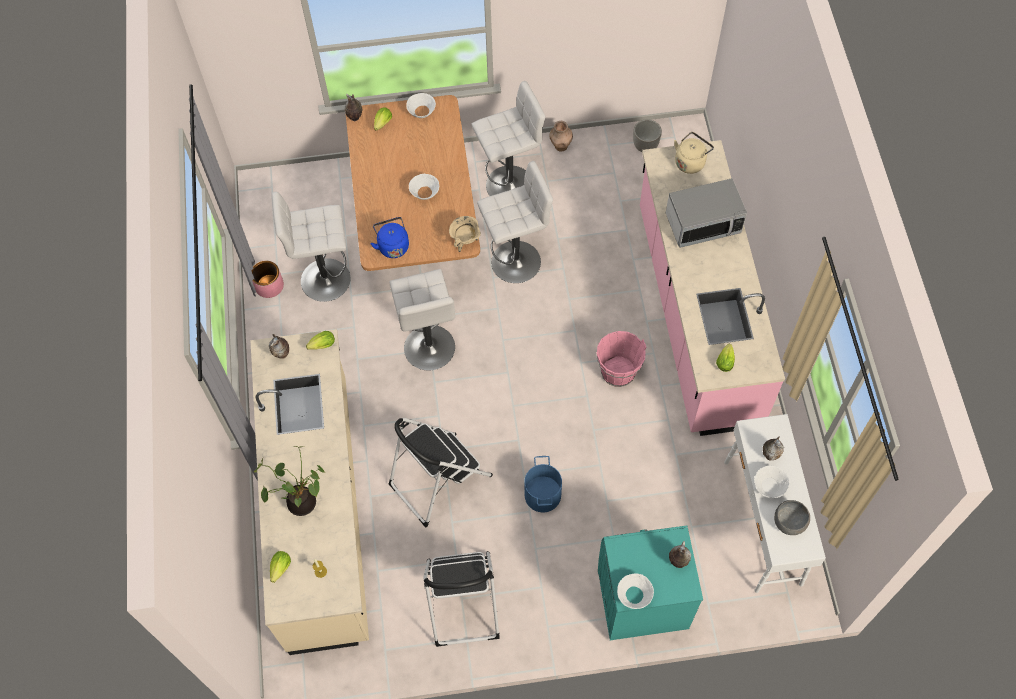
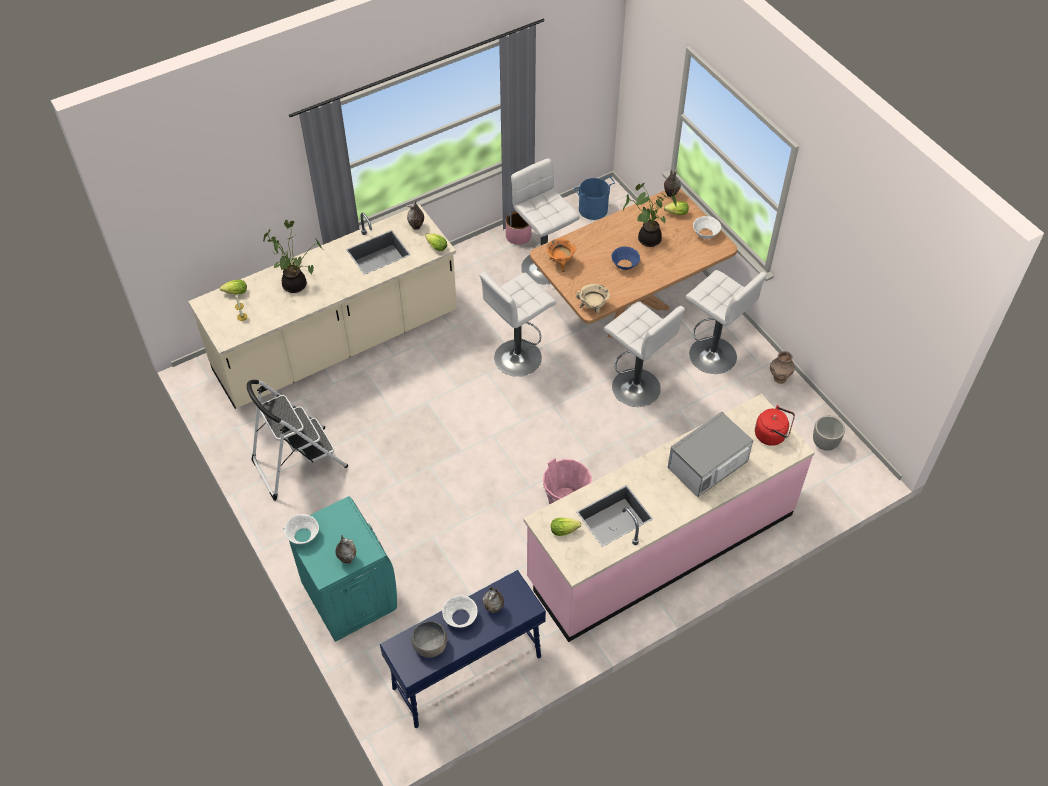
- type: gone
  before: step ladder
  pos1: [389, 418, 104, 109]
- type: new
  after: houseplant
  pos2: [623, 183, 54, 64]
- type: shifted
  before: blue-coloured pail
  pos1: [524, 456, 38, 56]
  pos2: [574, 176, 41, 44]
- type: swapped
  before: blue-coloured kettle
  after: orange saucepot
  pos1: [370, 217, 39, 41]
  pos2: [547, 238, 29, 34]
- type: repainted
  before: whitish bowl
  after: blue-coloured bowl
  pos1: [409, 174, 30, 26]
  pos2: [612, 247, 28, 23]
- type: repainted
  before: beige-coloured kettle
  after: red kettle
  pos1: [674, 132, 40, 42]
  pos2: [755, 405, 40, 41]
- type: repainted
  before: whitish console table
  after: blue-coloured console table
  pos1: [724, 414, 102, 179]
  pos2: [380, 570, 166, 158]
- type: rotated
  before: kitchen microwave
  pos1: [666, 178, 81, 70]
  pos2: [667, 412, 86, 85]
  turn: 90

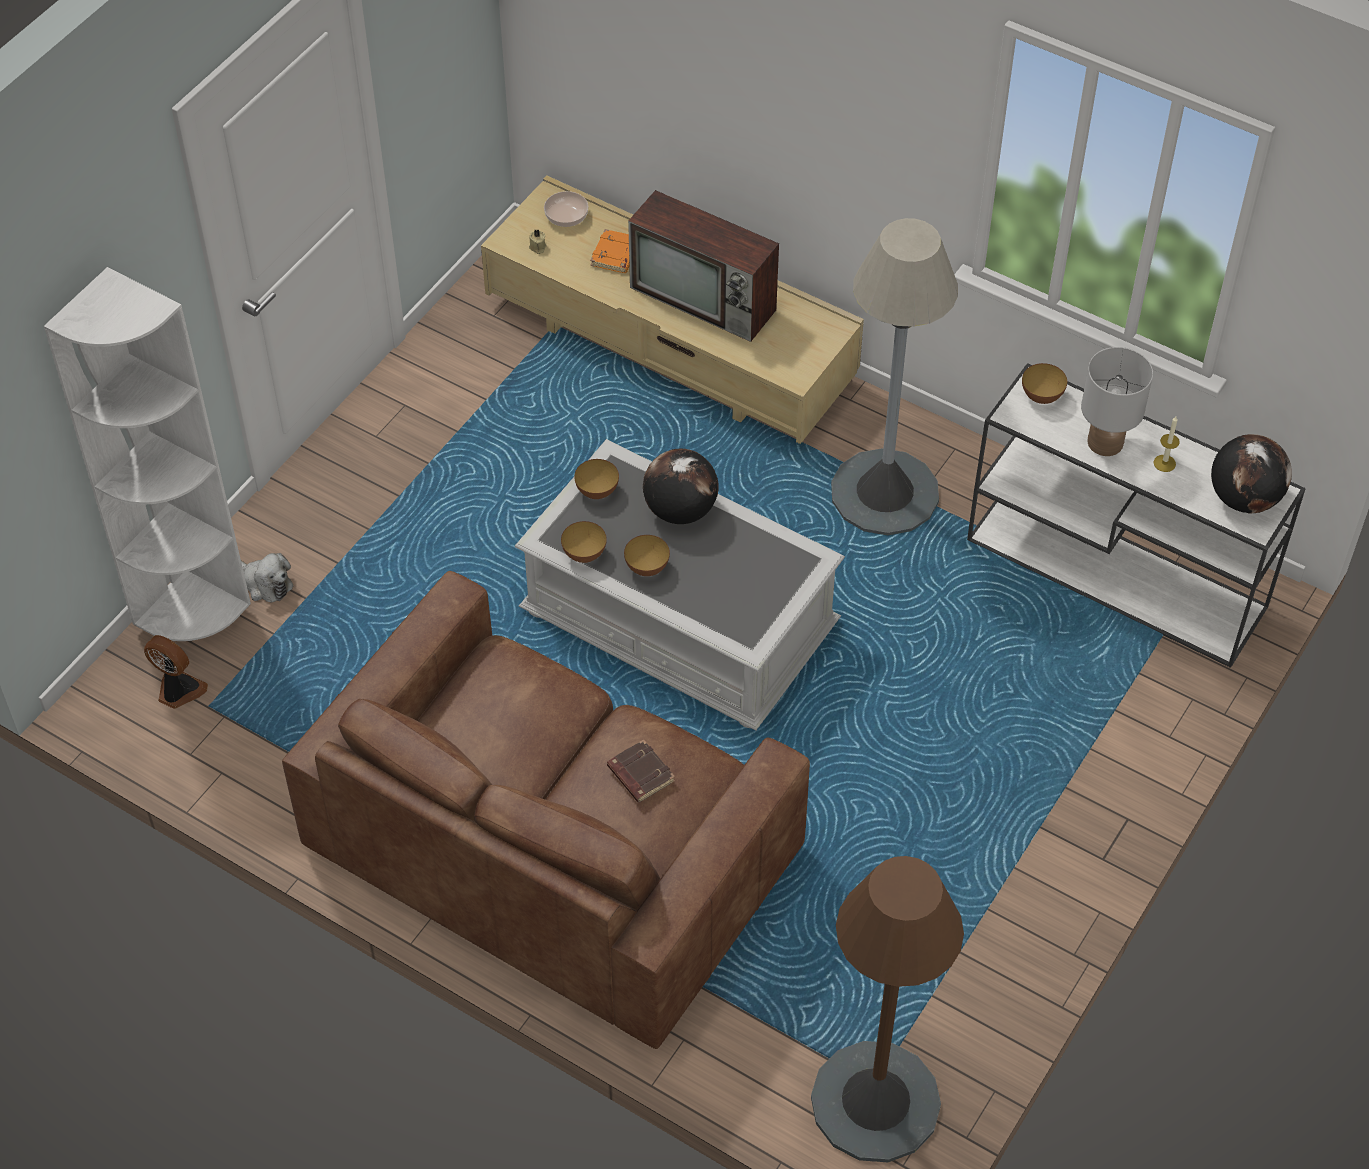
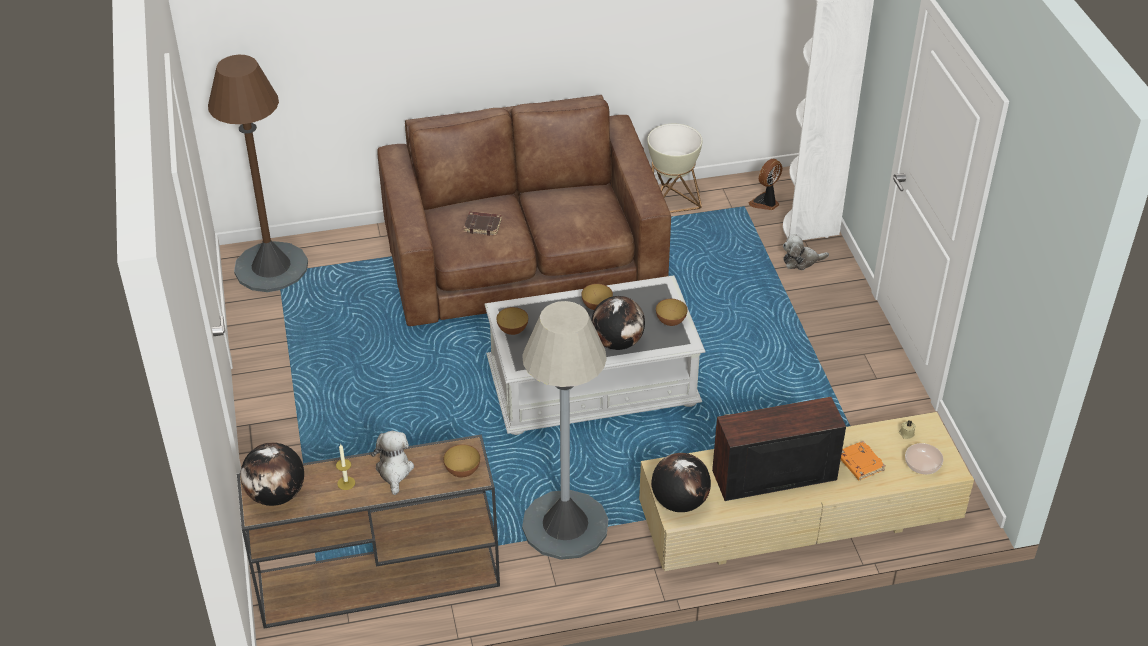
- type: new
  after: planter
  pos2: [647, 124, 56, 89]
- type: new
  after: desk globe
  pos2: [651, 453, 60, 59]
- type: shifted
  before: bowl
  pos1: [561, 521, 46, 42]
  pos2: [497, 307, 31, 28]
- type: swapped
  before: gray table lamp
  after: plush toy
  pos1: [1081, 347, 72, 109]
  pos2: [371, 431, 43, 64]
- type: repainted
  before: whitish console table
  after: brown-coloured console table
  pos1: [967, 363, 339, 305]
  pos2: [237, 434, 263, 194]
- type: rotated
  before: electric fan
  pos1: [144, 635, 64, 74]
  pos2: [749, 159, 33, 51]
  turn: 150

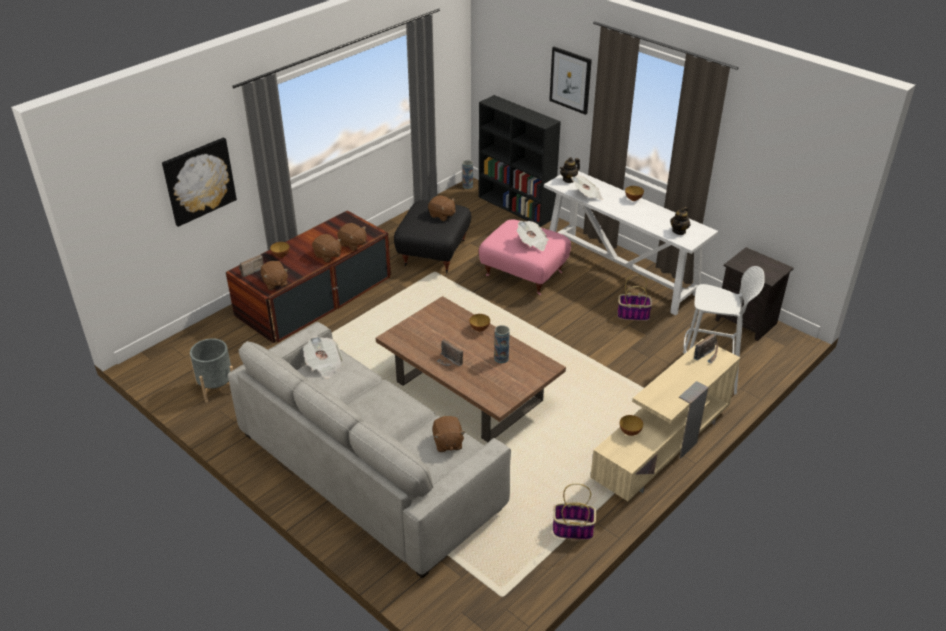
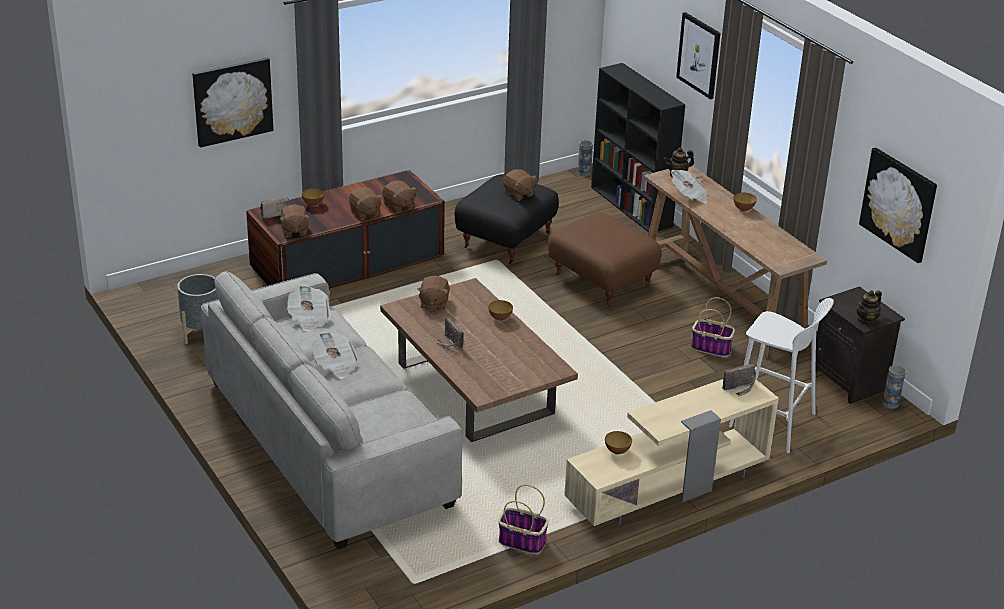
- type: new
  after: wall art
  pos2: [859, 148, 78, 115]
- type: shifted
  before: brown-coloured plush toy
  pos1: [432, 416, 34, 36]
  pos2: [417, 276, 32, 34]
- type: shifted
  before: decorative vase
  pos1: [494, 325, 16, 38]
  pos2: [882, 365, 24, 44]
- type: shifted
  before: newspaper
  pos1: [517, 221, 32, 30]
  pos2: [312, 331, 47, 48]
- type: shifted
  before: teapot
  pos1: [670, 207, 20, 28]
  pos2: [856, 290, 26, 36]
- type: repainted
  before: pink ottoman
  after: brown-coloured ottoman
  pos1: [479, 219, 92, 76]
  pos2: [548, 213, 114, 94]
- type: repainted
  before: whitish console table
  after: brown-coloured console table
  pos1: [544, 171, 174, 145]
  pos2: [644, 166, 183, 192]

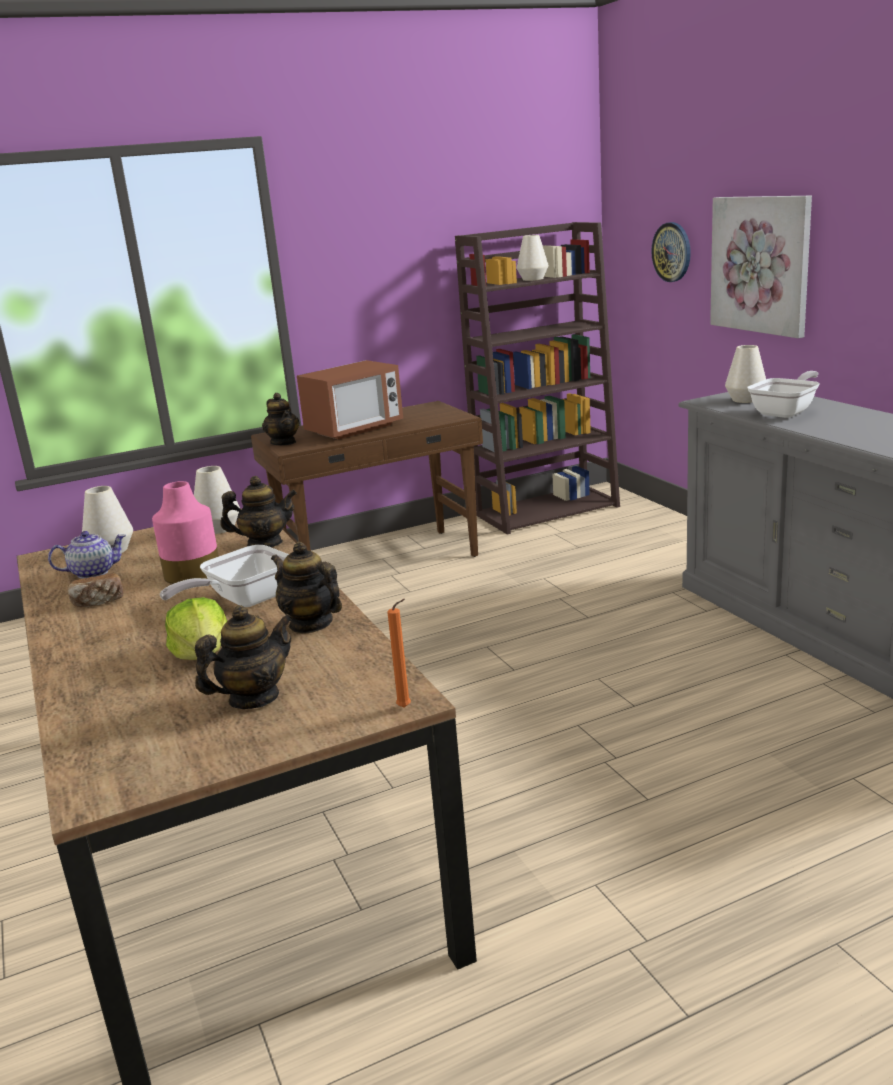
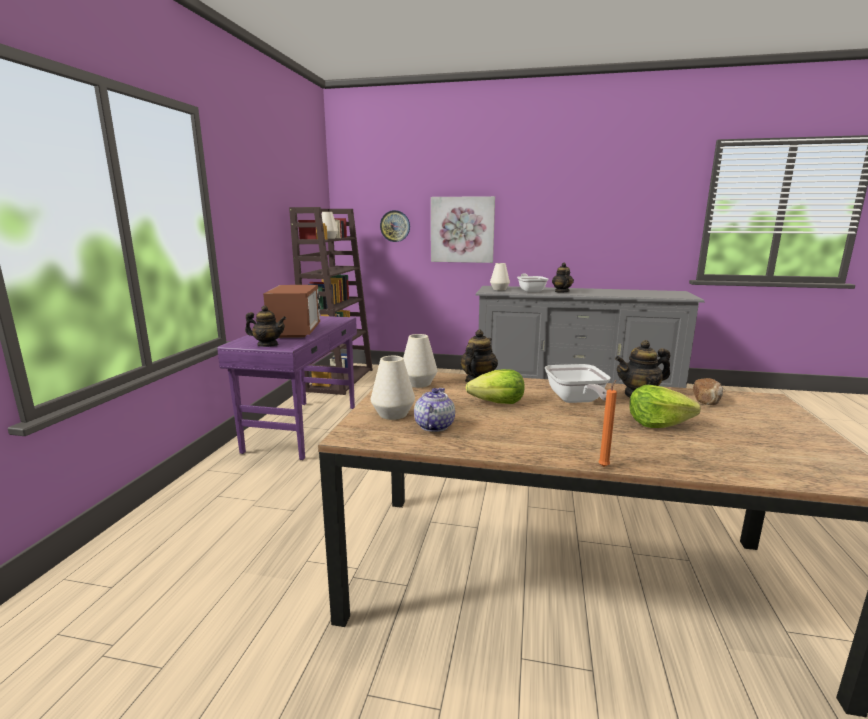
- type: shifted
  before: bakery bread
  pos1: [67, 573, 57, 34]
  pos2: [693, 378, 30, 27]
- type: shifted
  before: teapot
  pos1: [195, 605, 98, 104]
  pos2: [552, 263, 22, 30]
- type: shifted
  before: orange wax light
  pos1: [387, 599, 24, 109]
  pos2: [599, 380, 18, 87]
- type: swapped
  before: pink decorative vase
  after: head of lettuce
  pos1: [152, 481, 67, 103]
  pos2: [466, 369, 59, 35]
- type: repainted
  before: brown-coloured console table
  after: purple console table
  pos1: [251, 401, 232, 156]
  pos2: [217, 316, 140, 144]

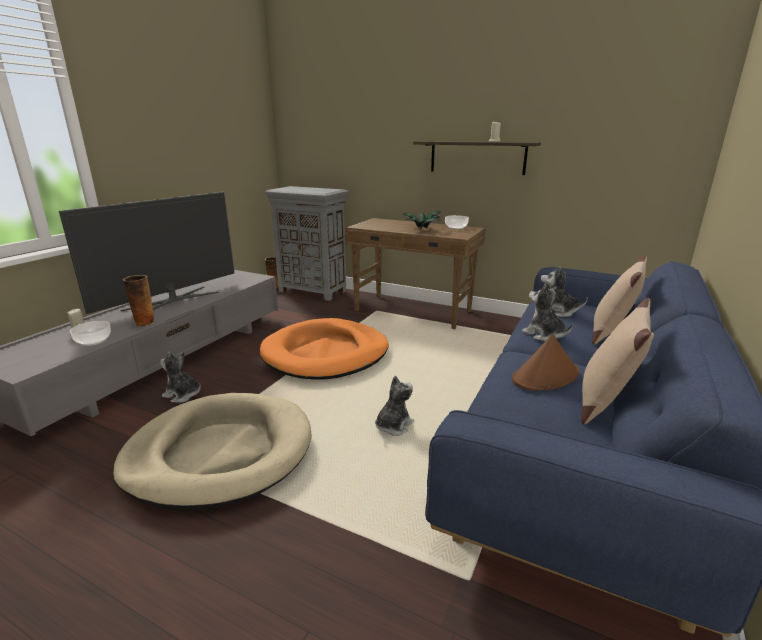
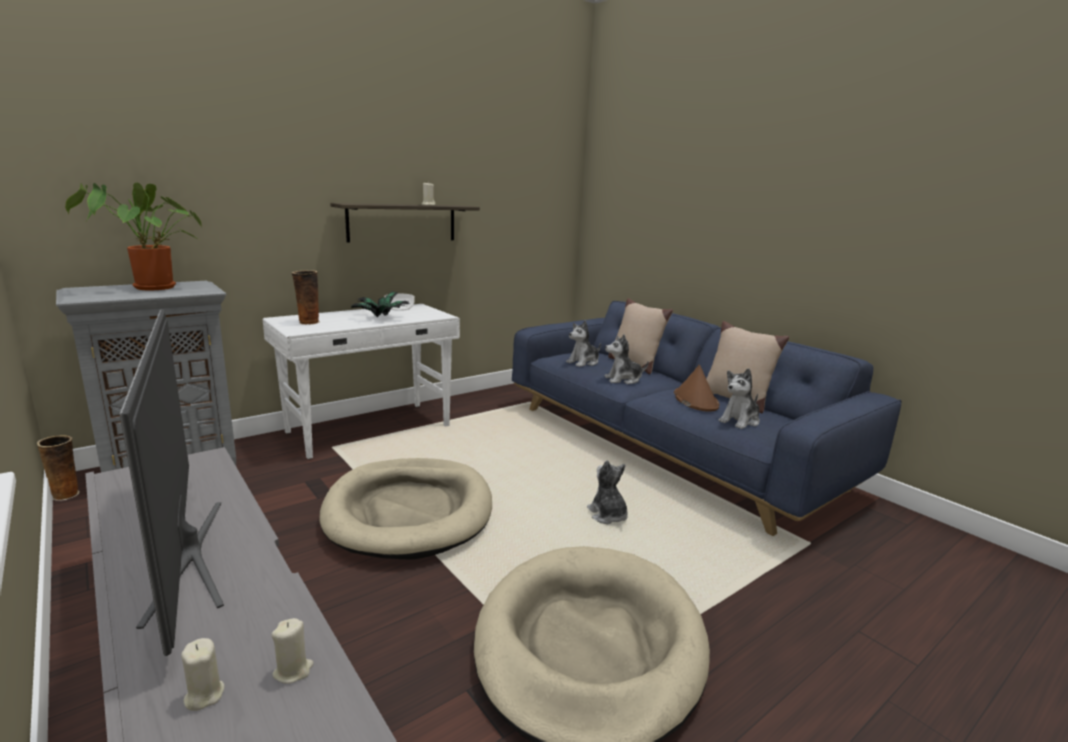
- type: new
  after: houseplant
  pos2: [65, 182, 137, 108]
- type: shifted
  before: decorative vase
  pos1: [123, 275, 32, 52]
  pos2: [292, 270, 28, 55]
- type: shifted
  before: plush toy
  pos1: [160, 350, 41, 53]
  pos2: [718, 368, 42, 61]
- type: swapped
  before: bowl
  after: beige-coloured wax light
  pos1: [70, 321, 41, 25]
  pos2: [271, 618, 43, 66]
- type: repainted
  before: orange dog bed
  after: beige-coloured dog bed
  pos1: [260, 318, 129, 62]
  pos2: [319, 458, 173, 102]
- type: repainted
  before: brown-coloured console table
  after: whitish console table
  pos1: [345, 218, 141, 111]
  pos2: [263, 304, 197, 155]

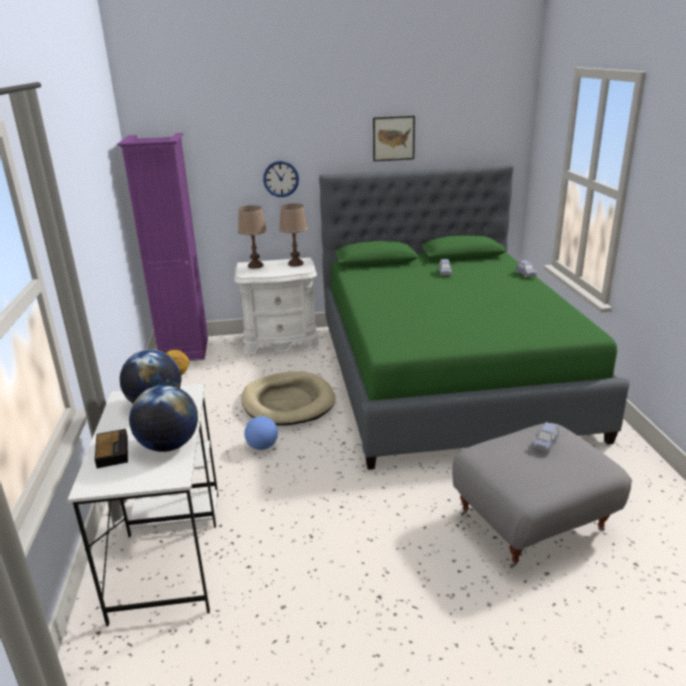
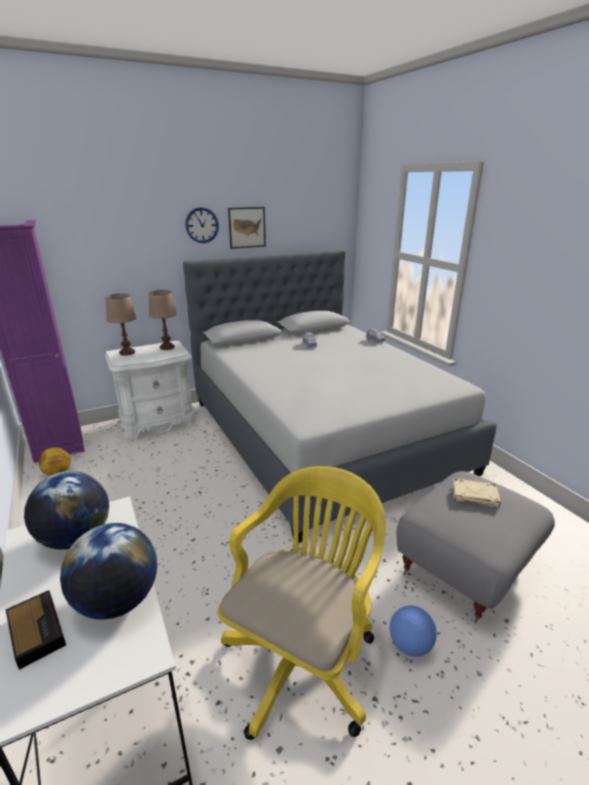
- type: gone
  before: beige-coloured dog bed
  pos1: [242, 371, 94, 55]
- type: new
  after: yellowish office chair
  pos2: [218, 466, 168, 274]
- type: shifted
  before: ball for football
  pos1: [244, 416, 34, 34]
  pos2: [390, 606, 47, 51]
- type: shifted
  before: clock on the wall
  pos1: [263, 161, 36, 36]
  pos2: [186, 207, 33, 36]
- type: swapped
  before: blue-coloured toy car
  after: beige-coloured book
  pos1: [533, 422, 26, 31]
  pos2: [453, 478, 47, 30]
- type: repainted
  before: green bedroom bed
  after: gray bedroom bed
  pos1: [319, 164, 311, 306]
  pos2: [183, 250, 314, 293]

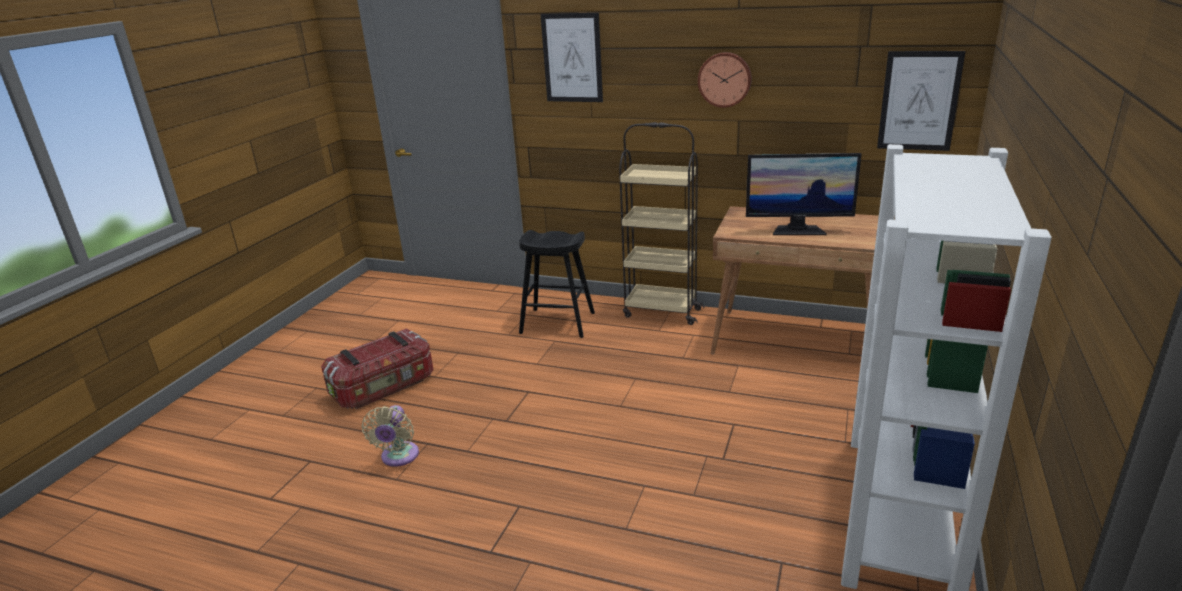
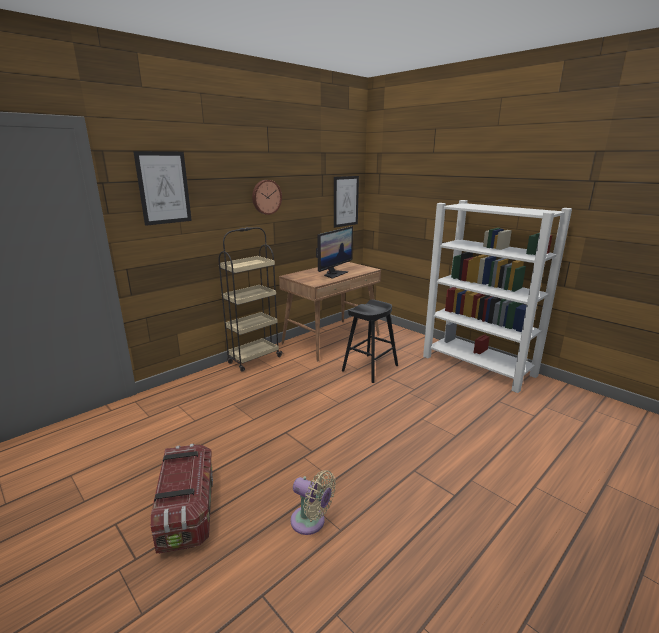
- type: shifted
  before: blackish sitting stool
  pos1: [519, 230, 76, 108]
  pos2: [342, 300, 56, 83]

